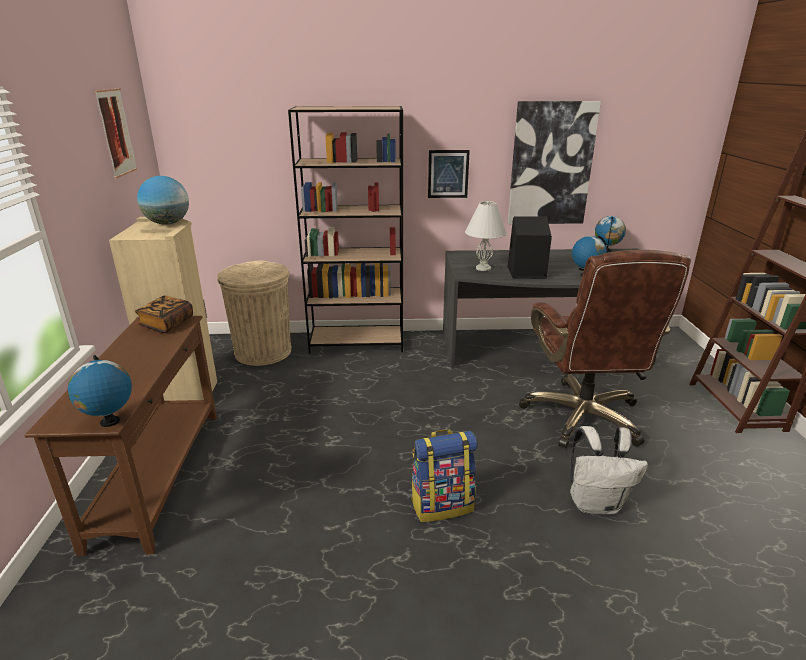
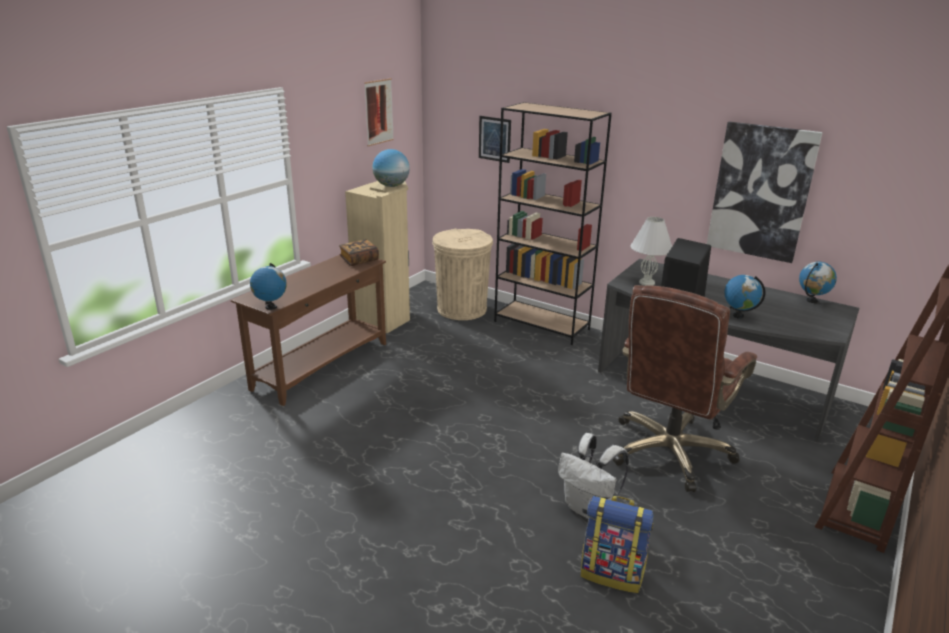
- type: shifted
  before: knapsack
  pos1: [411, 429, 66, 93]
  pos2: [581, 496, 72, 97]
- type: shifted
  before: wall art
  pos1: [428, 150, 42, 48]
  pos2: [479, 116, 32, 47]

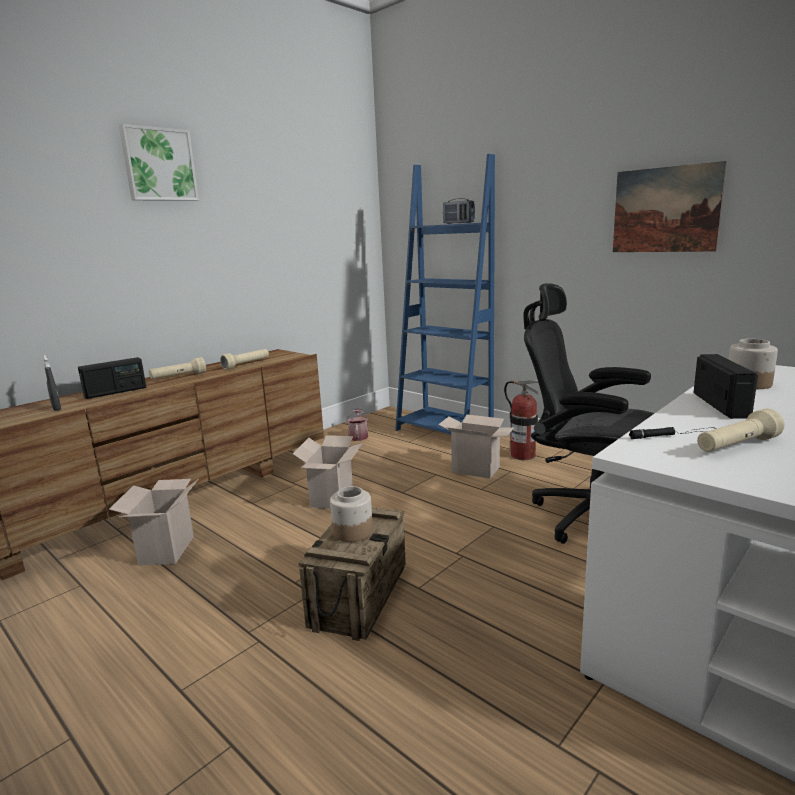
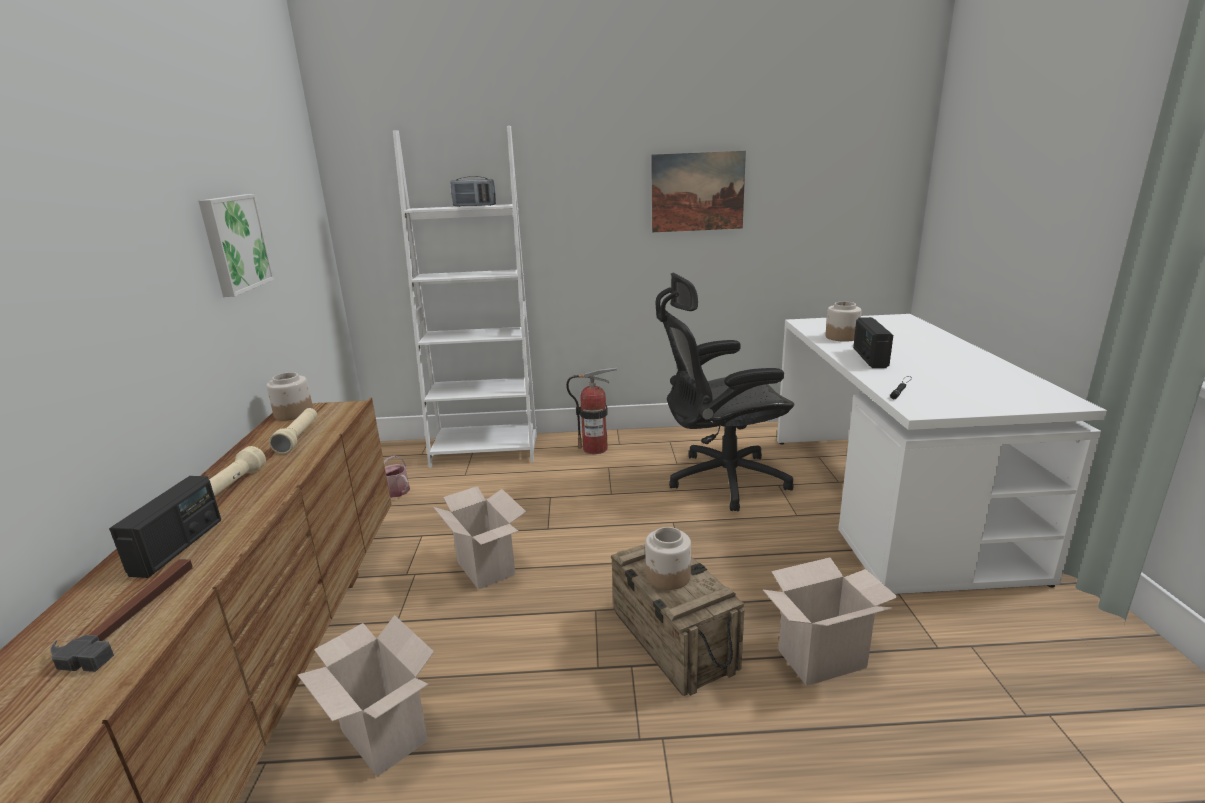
- type: gone
  before: beige-coloured torch
  pos1: [697, 409, 87, 43]
- type: new
  after: jar
  pos2: [266, 372, 47, 48]
- type: shifted
  before: wall art
  pos1: [119, 124, 80, 77]
  pos2: [198, 194, 77, 103]
- type: shifted
  before: packing box
  pos1: [438, 414, 76, 65]
  pos2: [763, 557, 135, 129]
- type: swapped
  before: gray hand sprayer
  after: hammer
  pos1: [43, 355, 18, 56]
  pos2: [50, 559, 143, 113]
- type: repainted
  before: blue-coloured bookshelf
  after: whitish bookshelf
  pos1: [395, 154, 100, 280]
  pos2: [393, 126, 144, 342]
- type: rotated
  before: radio receiver
  pos1: [693, 354, 65, 65]
  pos2: [853, 317, 40, 51]
  turn: -135

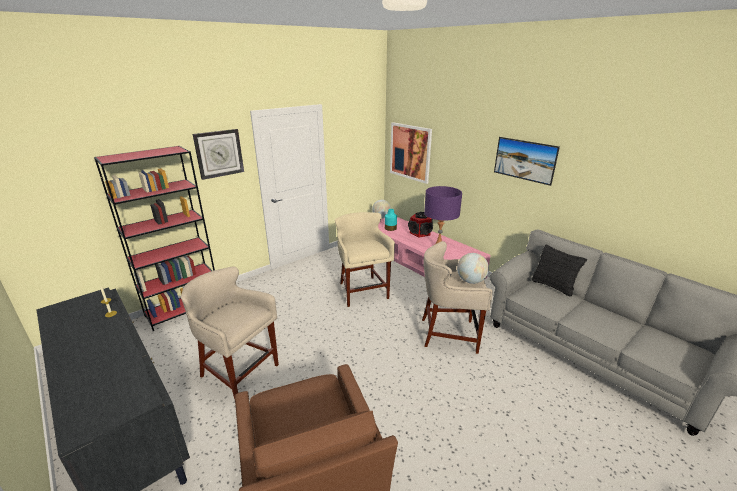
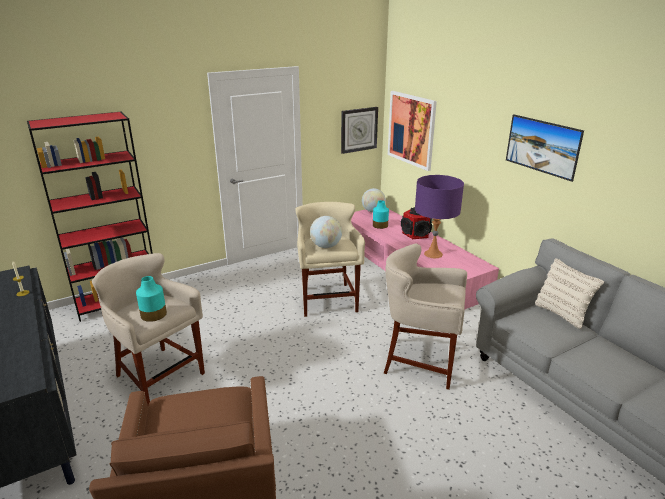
- type: new
  after: turquoise decorative vase
  pos2: [136, 276, 31, 46]
- type: shifted
  before: clock on the wall
  pos1: [193, 129, 51, 51]
  pos2: [341, 107, 37, 47]
- type: shifted
  before: desk globe
  pos1: [457, 253, 32, 31]
  pos2: [310, 216, 32, 32]
- type: repainted
  before: blackish cushion
  after: beige-coloured cushion
  pos1: [532, 245, 55, 51]
  pos2: [535, 258, 69, 71]

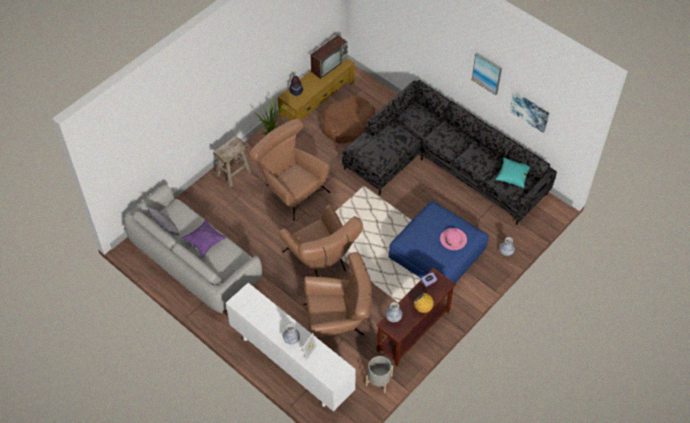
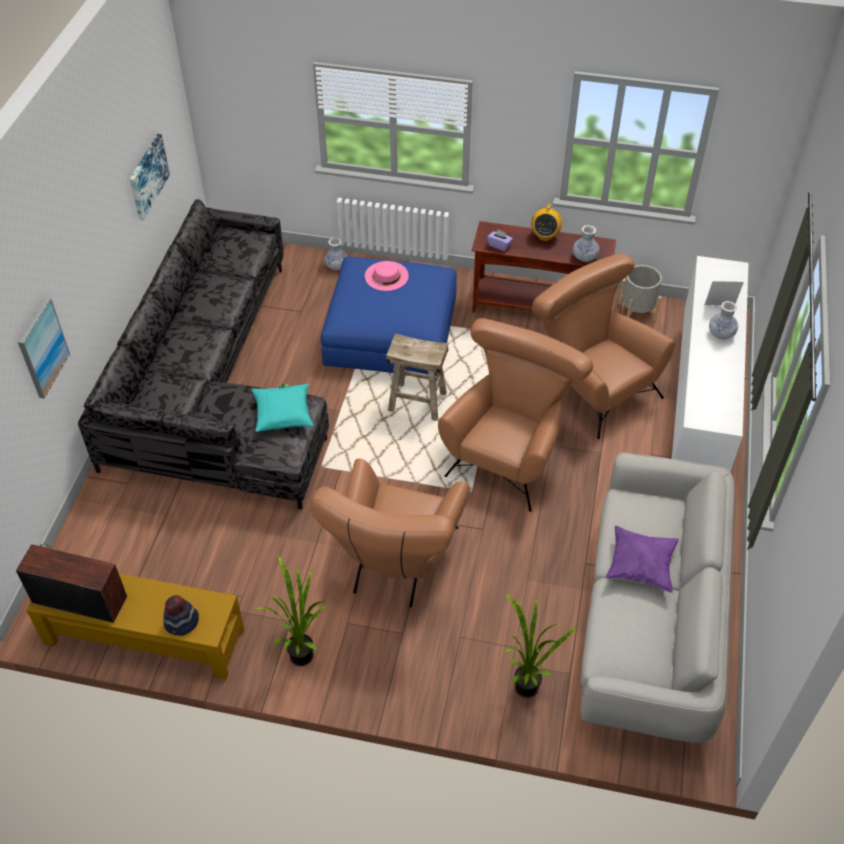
- type: gone
  before: gray cushion
  pos1: [148, 207, 31, 29]
- type: gone
  before: brown-coloured dog bed
  pos1: [322, 96, 53, 47]
- type: new
  after: houseplant
  pos2: [503, 592, 76, 106]
- type: shifted
  before: beige-coloured sitting stool
  pos1: [213, 135, 38, 53]
  pos2: [386, 333, 62, 88]
- type: shifted
  before: wall art
  pos1: [472, 53, 30, 42]
  pos2: [18, 297, 52, 102]
- type: shifted
  before: turquoise cushion
  pos1: [495, 157, 35, 31]
  pos2: [252, 383, 61, 49]

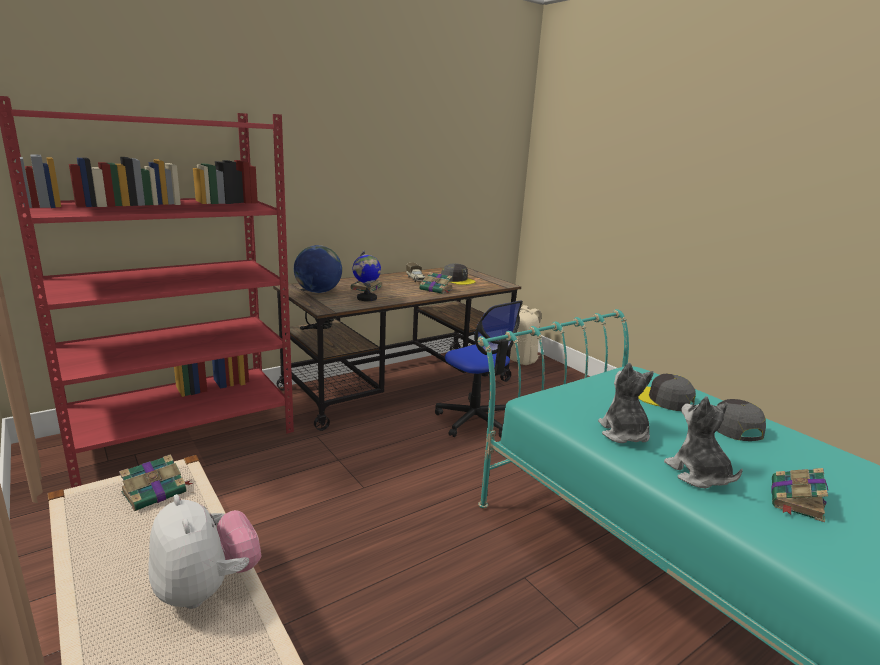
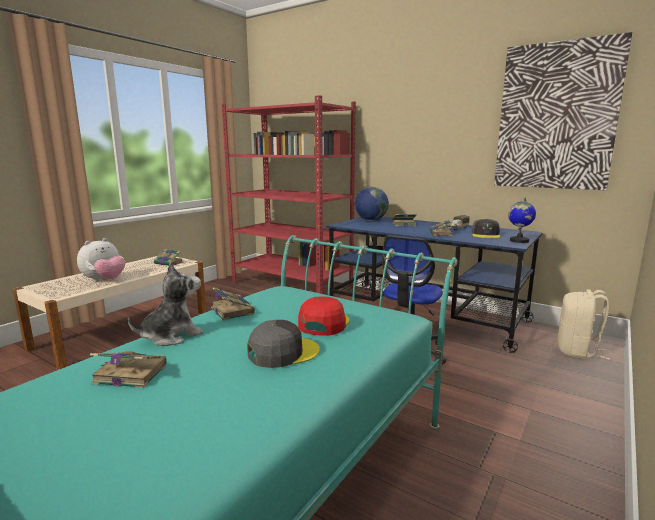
- type: new
  after: wall art
  pos2: [494, 32, 138, 158]
- type: shifted
  before: desk globe
  pos1: [352, 250, 29, 51]
  pos2: [508, 198, 28, 45]
- type: swapped
  before: plush toy
  after: book
  pos1: [598, 363, 56, 80]
  pos2: [211, 287, 44, 34]
- type: repainted
  before: brown-coloured desk table
  after: blue-coloured desk table
  pos1: [273, 268, 248, 163]
  pos2: [326, 217, 217, 136]
- type: repainted
  before: gray baseball cap
  after: red baseball cap
  pos1: [638, 374, 58, 37]
  pos2: [298, 296, 52, 40]

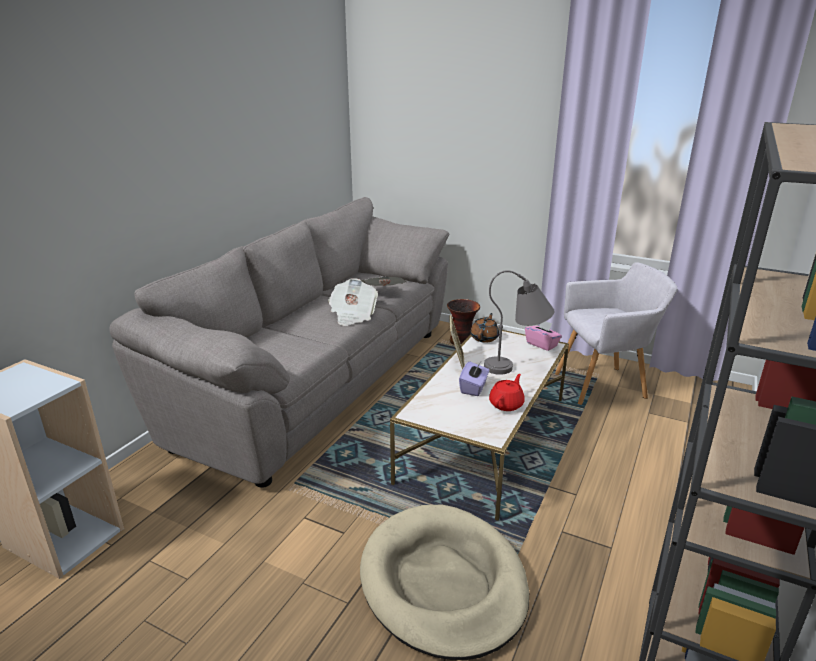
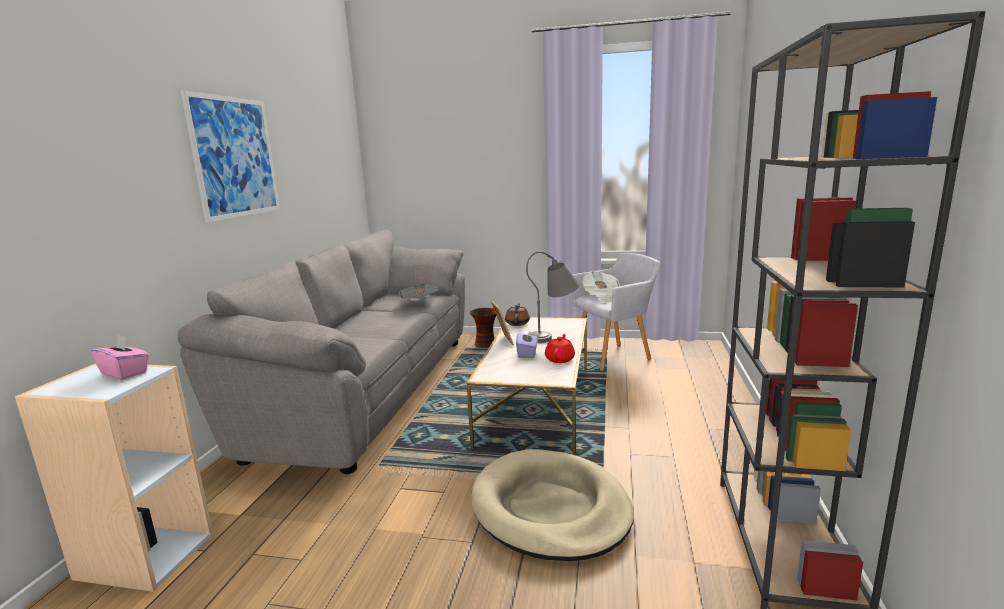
- type: new
  after: wall art
  pos2: [181, 91, 99, 131]
- type: shifted
  before: newspaper
  pos1: [328, 278, 50, 48]
  pos2: [583, 271, 37, 32]
- type: shifted
  before: pink tissue holder
  pos1: [525, 321, 37, 30]
  pos2: [91, 335, 58, 45]

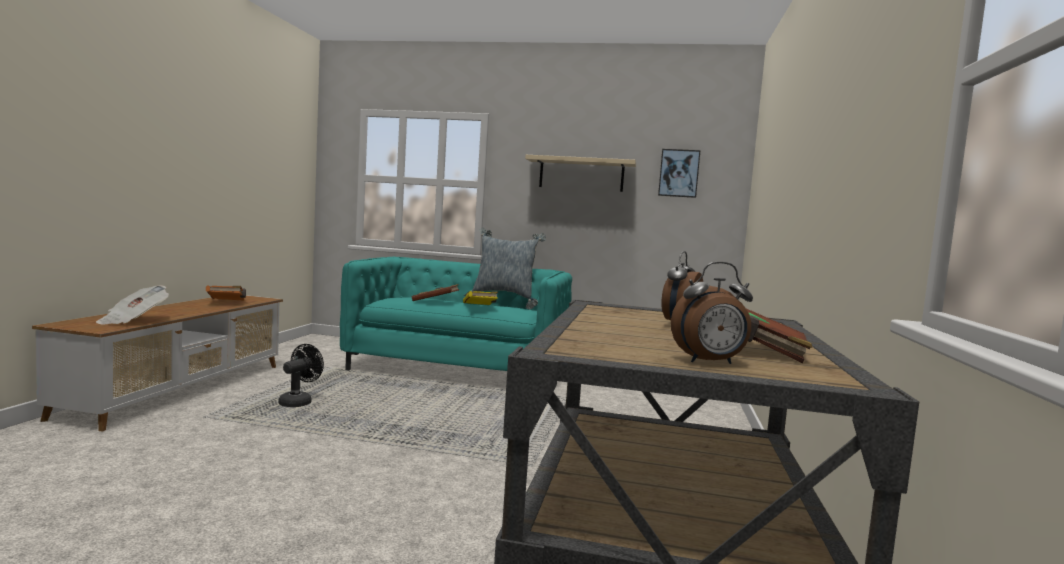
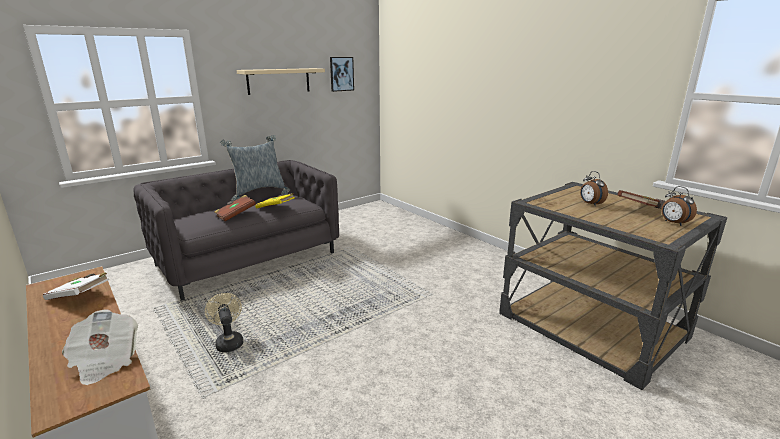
- type: repainted
  before: orange book
  after: whitish book
  pos1: [206, 286, 40, 14]
  pos2: [43, 273, 66, 27]
- type: repainted
  before: blackish electric fan
  after: beige-coloured electric fan
  pos1: [279, 344, 45, 63]
  pos2: [205, 293, 39, 59]
- type: repainted
  before: turquoise couch
  after: gray couch
  pos1: [340, 257, 232, 114]
  pos2: [133, 160, 206, 141]
- type: rotated
  before: bedside clock
  pos1: [671, 262, 82, 102]
  pos2: [661, 186, 36, 40]
  turn: 120

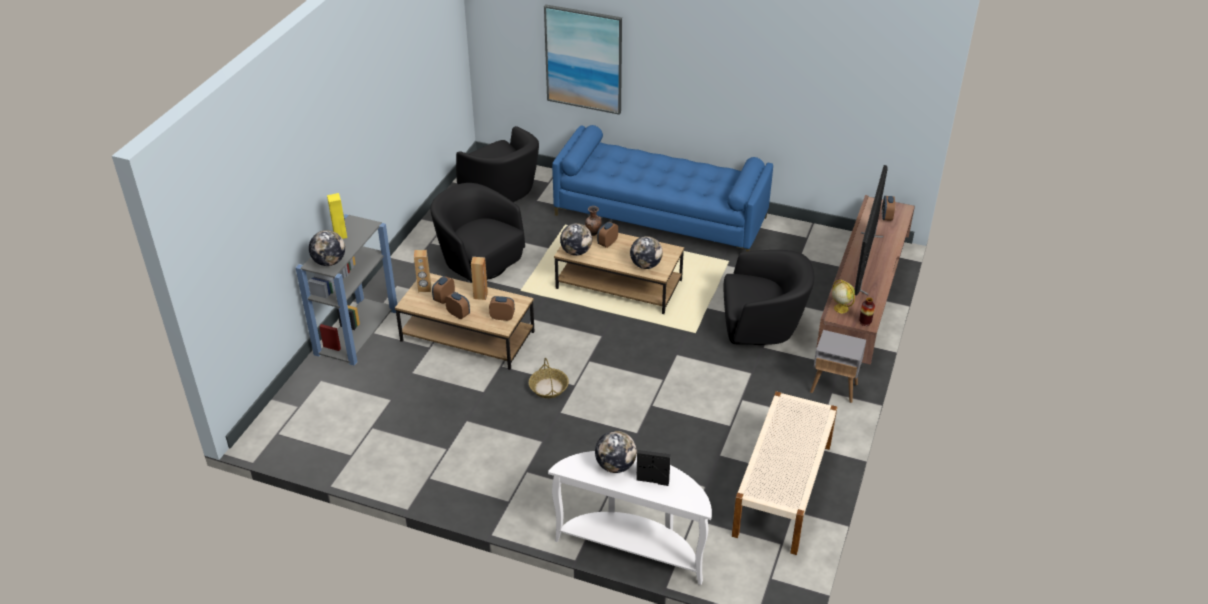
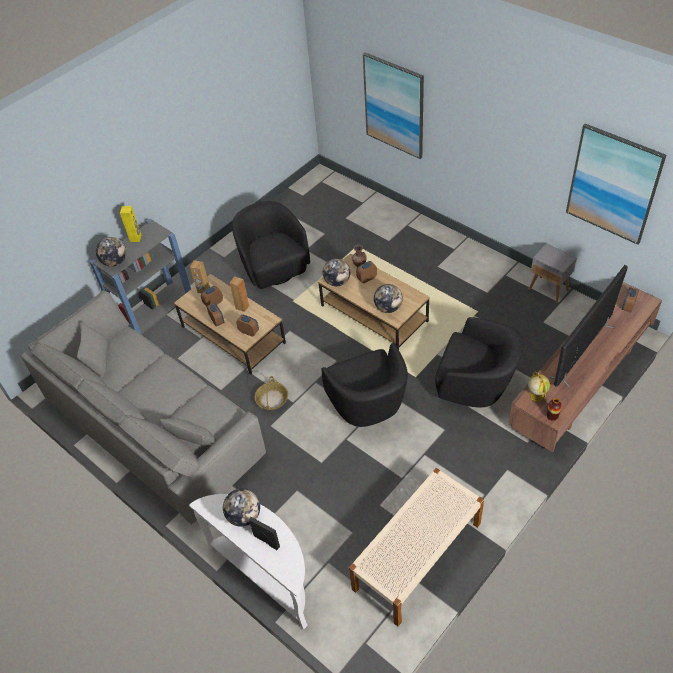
- type: gone
  before: blue-coloured couch
  pos1: [552, 125, 221, 126]
- type: new
  after: gray couch
  pos2: [21, 291, 245, 233]
- type: new
  after: wall art
  pos2: [566, 124, 100, 121]
- type: shifted
  before: blackish lounge chair
  pos1: [456, 126, 83, 76]
  pos2: [322, 343, 86, 84]
- type: shifted
  before: gray end table
  pos1: [810, 330, 56, 73]
  pos2: [529, 244, 48, 60]

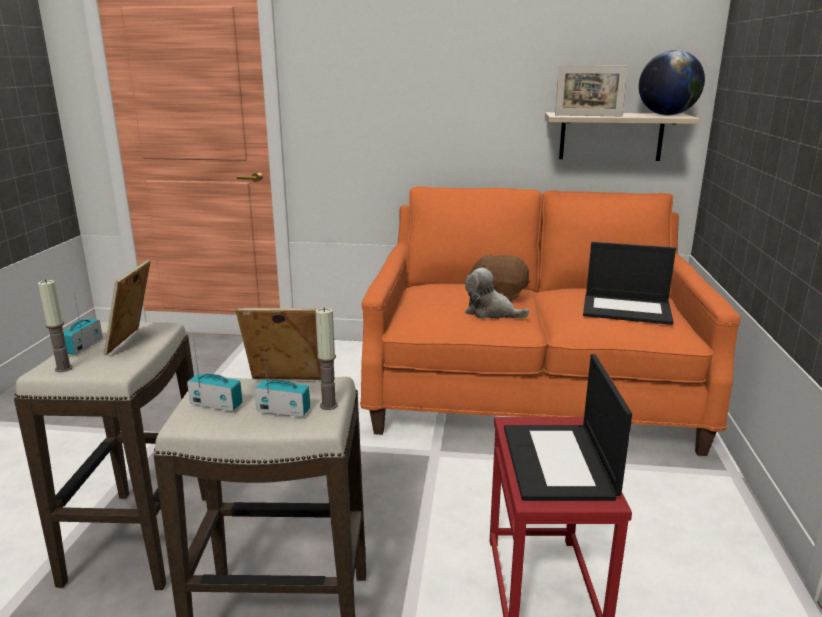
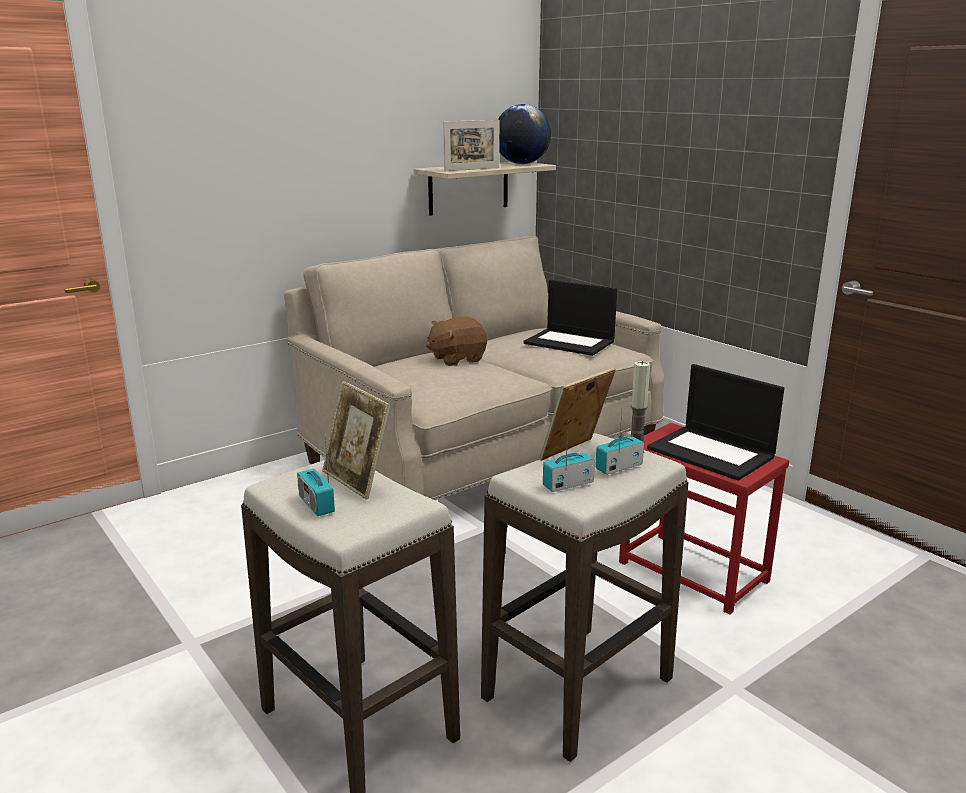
- type: gone
  before: wax light
  pos1: [38, 279, 35, 93]
- type: gone
  before: plush toy
  pos1: [465, 268, 64, 51]
- type: repainted
  before: orange couch
  after: beige-coloured couch
  pos1: [360, 186, 381, 270]
  pos2: [284, 236, 380, 264]
- type: rotated
  before: notebook computer
  pos1: [583, 242, 93, 83]
  pos2: [523, 280, 94, 76]
  turn: 60

